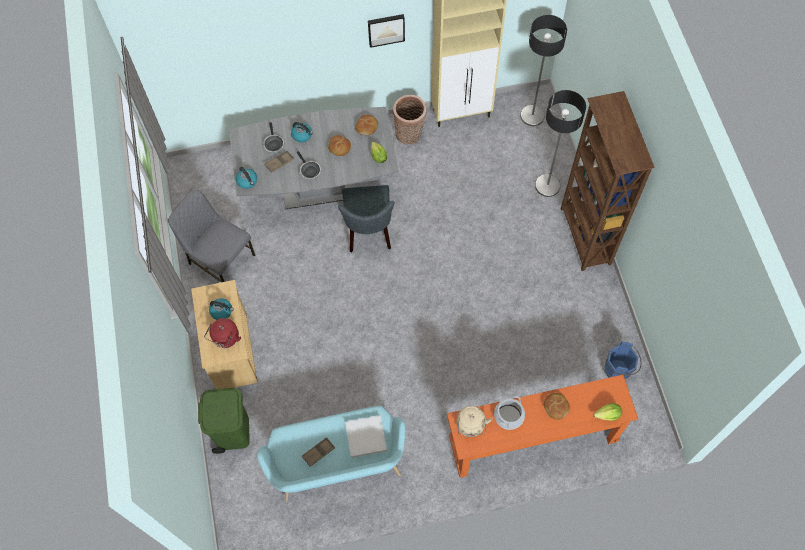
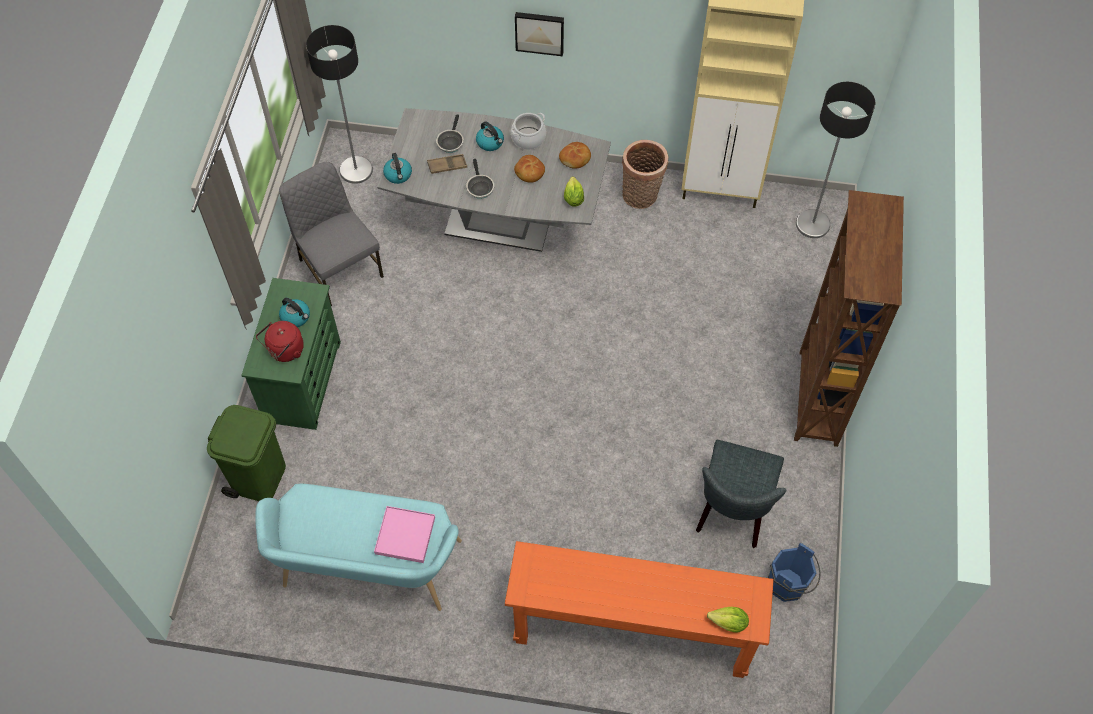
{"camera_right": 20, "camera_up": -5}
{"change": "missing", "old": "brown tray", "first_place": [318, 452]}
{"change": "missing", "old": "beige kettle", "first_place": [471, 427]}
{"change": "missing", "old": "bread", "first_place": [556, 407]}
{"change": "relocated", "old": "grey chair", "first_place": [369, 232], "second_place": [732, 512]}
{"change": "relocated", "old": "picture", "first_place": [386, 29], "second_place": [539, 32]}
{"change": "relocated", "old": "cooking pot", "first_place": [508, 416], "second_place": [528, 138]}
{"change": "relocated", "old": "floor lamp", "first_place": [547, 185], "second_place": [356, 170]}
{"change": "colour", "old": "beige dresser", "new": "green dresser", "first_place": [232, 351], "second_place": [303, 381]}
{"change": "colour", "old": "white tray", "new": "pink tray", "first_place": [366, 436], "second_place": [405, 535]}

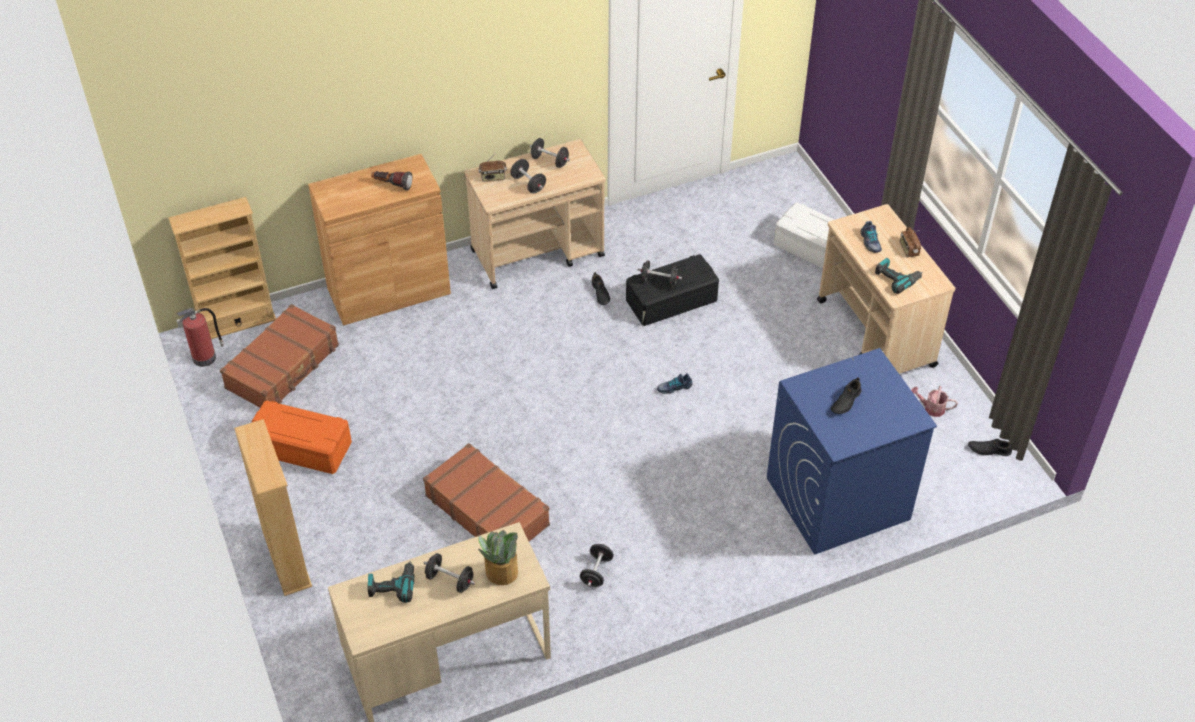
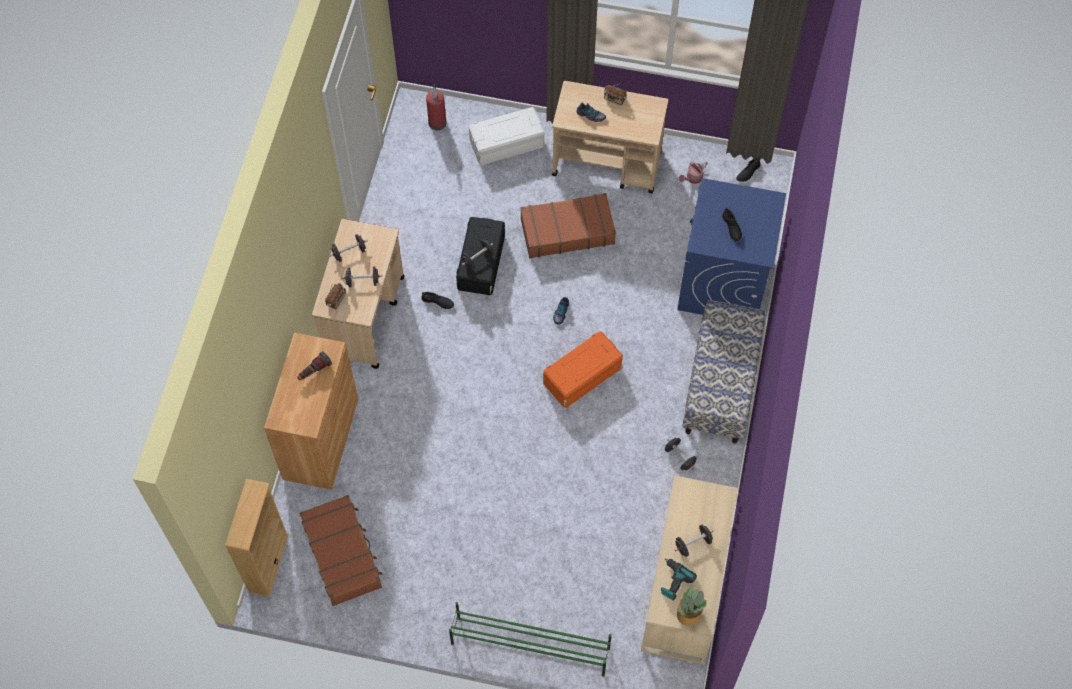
{"camera_right": -55, "camera_up": 15}
{"change": "missing", "old": "power drill", "first_place": [897, 278]}
{"change": "appeared", "new": "bench", "second_place": [721, 386]}
{"change": "relocated", "old": "fire extinguisher", "first_place": [205, 357], "second_place": [437, 121]}
{"change": "relocated", "old": "orange storage box", "first_place": [301, 449], "second_place": [582, 376]}
{"change": "relocated", "old": "brown suitcase", "first_place": [487, 510], "second_place": [567, 231]}
{"change": "relocated", "old": "potted plant", "first_place": [501, 572], "second_place": [688, 614]}
{"change": "exchanged", "old": "beige bookcase", "new": "green shoe rack", "first_place": [286, 559], "second_place": [529, 645]}

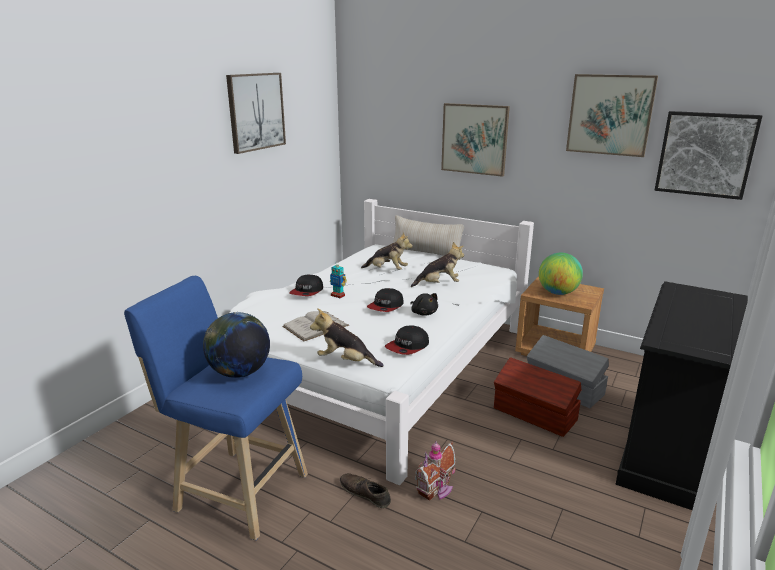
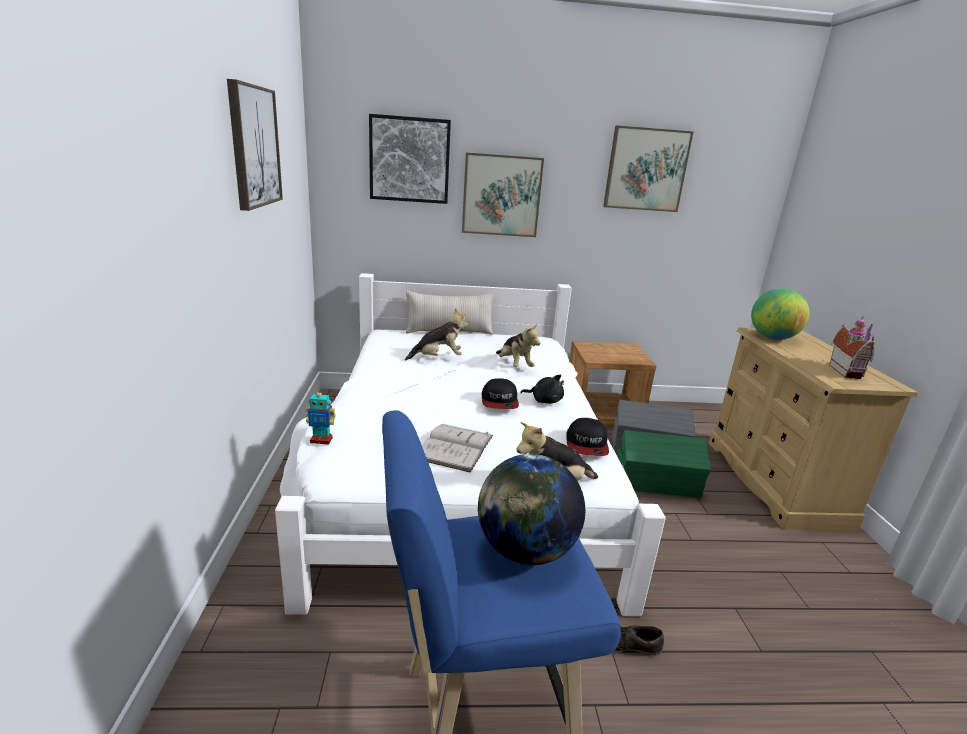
{"camera_right": -35, "camera_up": 0}
{"change": "missing", "old": "cap", "first_place": [307, 291]}
{"change": "relocated", "old": "toy robot", "first_place": [338, 295], "second_place": [321, 440]}
{"change": "relocated", "old": "toy house", "first_place": [437, 489], "second_place": [847, 372]}
{"change": "relocated", "old": "globe", "first_place": [558, 293], "second_place": [772, 338]}
{"change": "relocated", "old": "picture", "first_place": [705, 154], "second_place": [409, 160]}
{"change": "colour", "old": "brown storage box", "new": "green storage box", "first_place": [535, 415], "second_place": [657, 483]}
{"change": "colour", "old": "black dresser", "new": "beige dresser", "first_place": [668, 449], "second_place": [774, 481]}
{"change": "spun", "old": "plush toy", "first_place": [439, 284], "second_place": [514, 365], "degrees": 105}

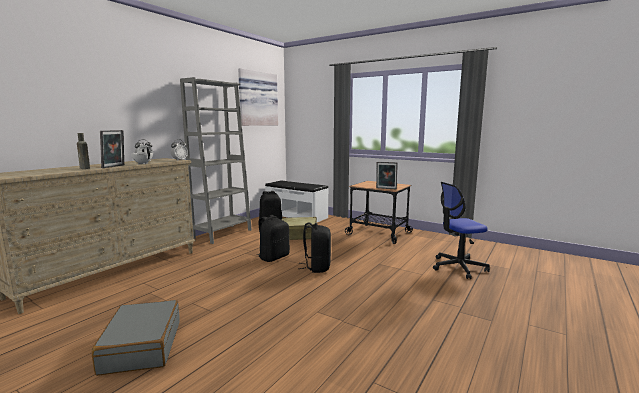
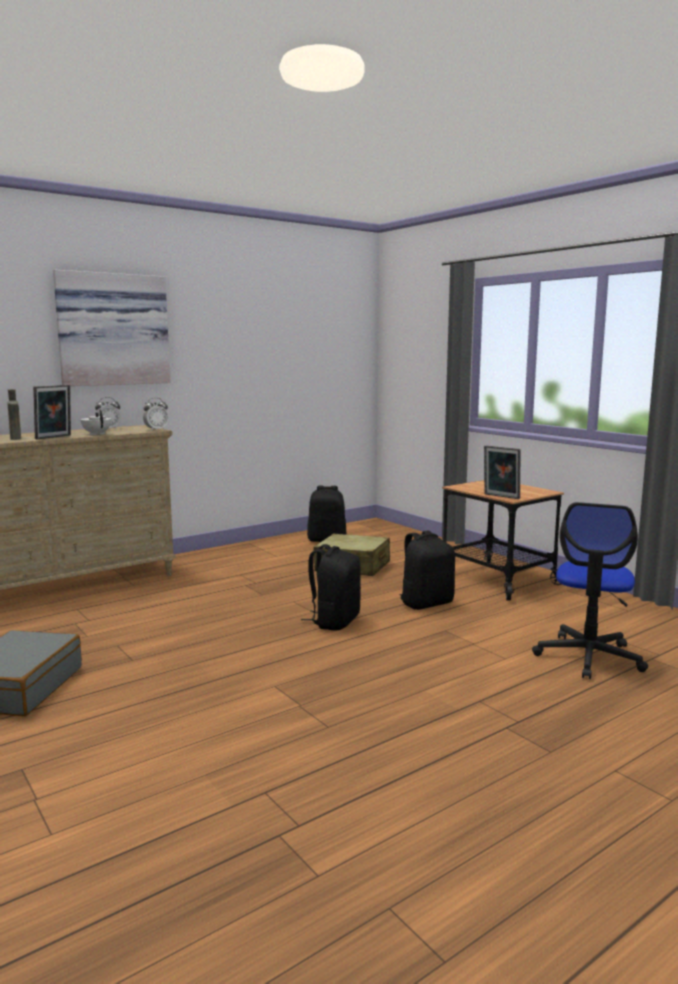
{"camera_right": 20, "camera_up": 0}
{"change": "missing", "old": "grey bookcase", "first_place": [222, 234]}
{"change": "missing", "old": "white bench", "first_place": [297, 216]}
{"change": "relocated", "old": "picture", "first_place": [257, 99], "second_place": [112, 329]}
{"change": "relocated", "old": "black backpack", "first_place": [273, 257], "second_place": [426, 603]}
{"change": "spun", "old": "office chair", "first_place": [458, 267], "second_place": [588, 657], "degrees": -75}

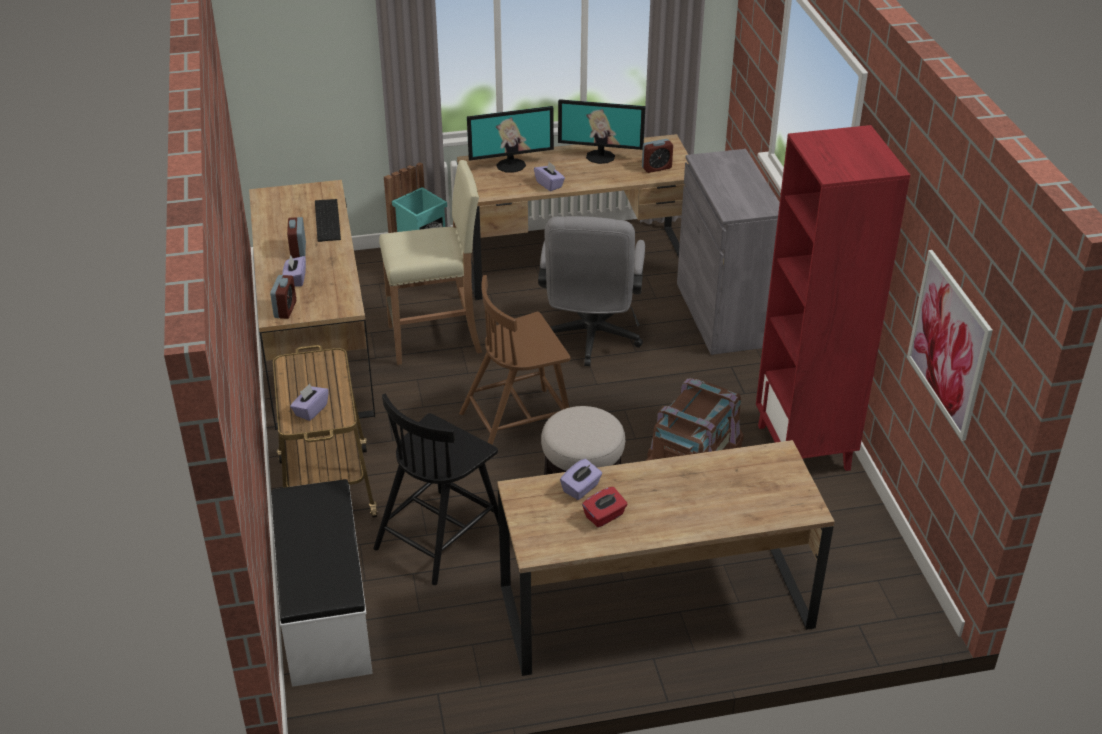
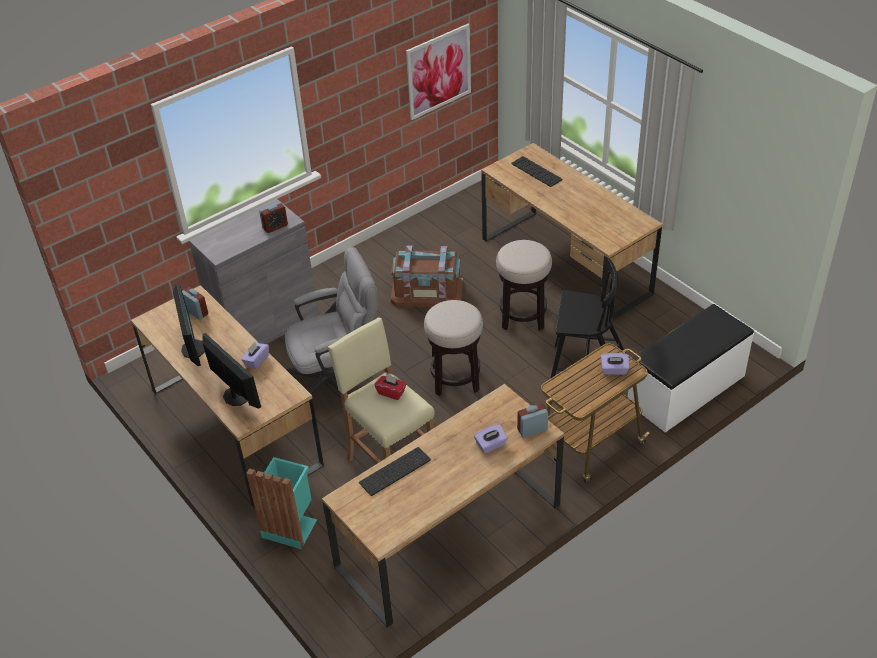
{"camera_right": -115, "camera_up": 5}
{"change": "missing", "old": "purple tissue box", "first_place": [581, 488]}
{"change": "missing", "old": "red bookcase", "first_place": [804, 448]}
{"change": "appeared", "new": "keyboard", "second_place": [537, 171]}
{"change": "relocated", "old": "alarm clock", "first_place": [298, 250], "second_place": [275, 226]}
{"change": "relocated", "old": "red tissue box", "first_place": [604, 516], "second_place": [391, 392]}
{"change": "exchanged", "old": "brown chair", "new": "stool", "first_place": [518, 422], "second_place": [455, 379]}

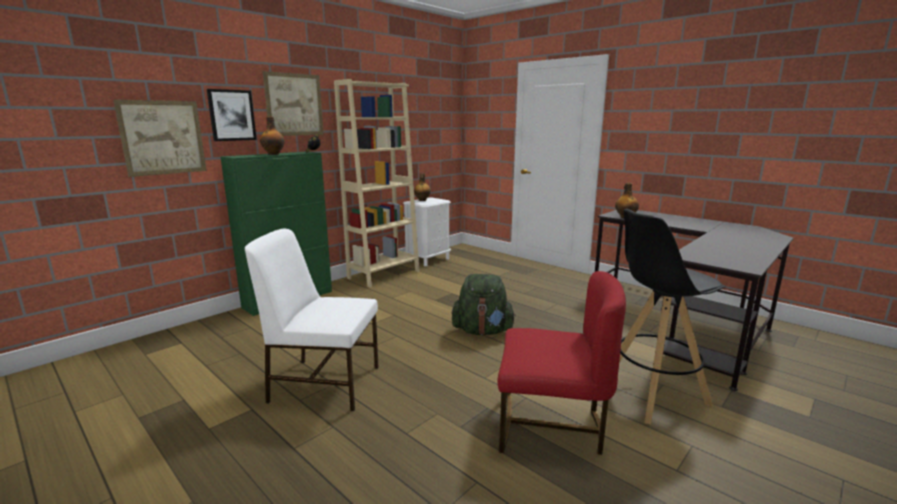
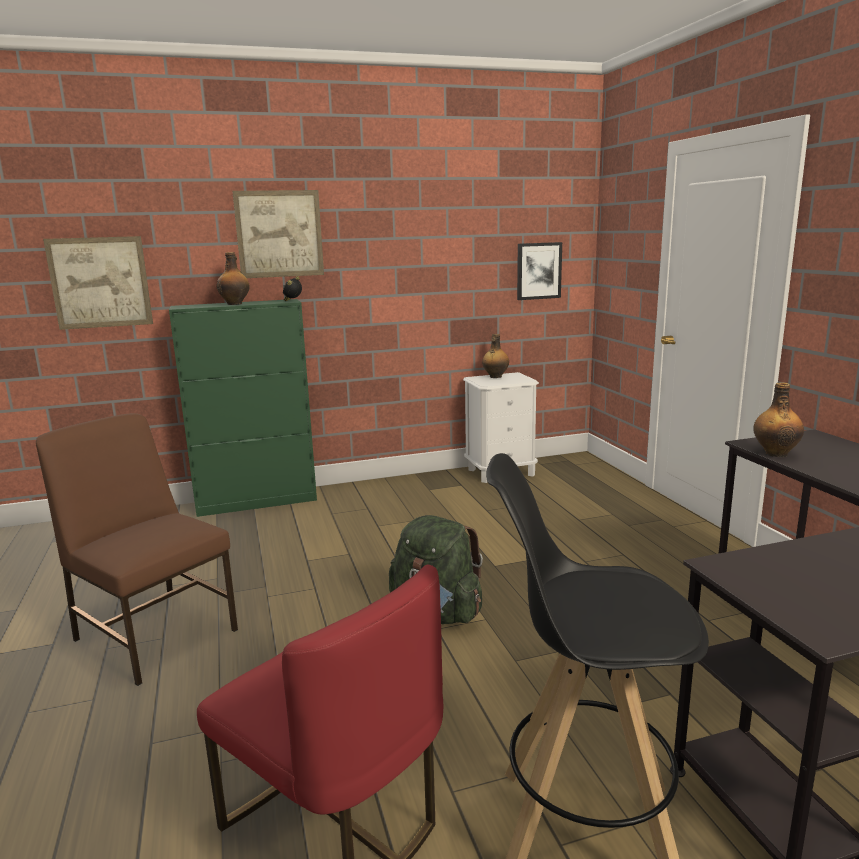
{"camera_right": 30, "camera_up": 0}
{"change": "missing", "old": "beige bookcase", "first_place": [384, 275]}
{"change": "relocated", "old": "picture", "first_place": [231, 115], "second_place": [538, 271]}
{"change": "colour", "old": "white chair", "new": "brown chair", "first_place": [324, 383], "second_place": [155, 633]}

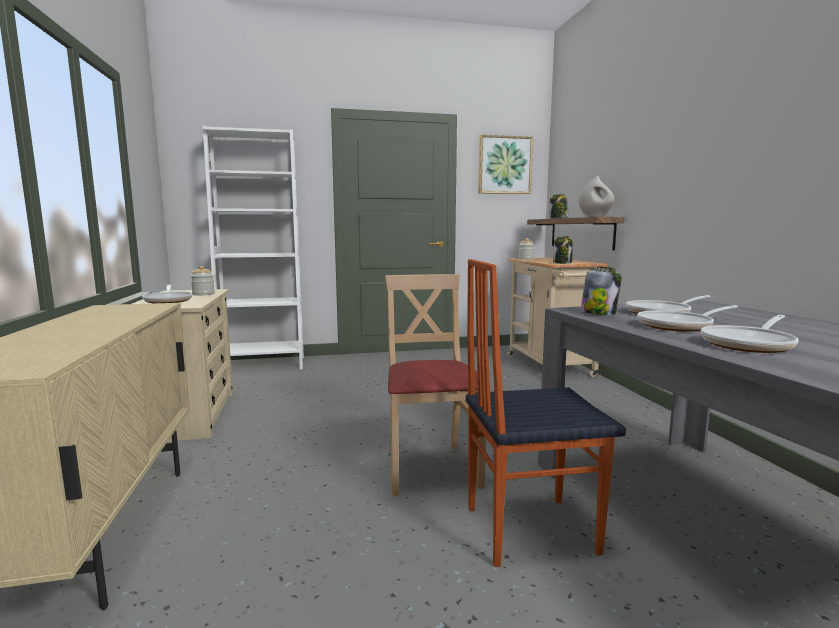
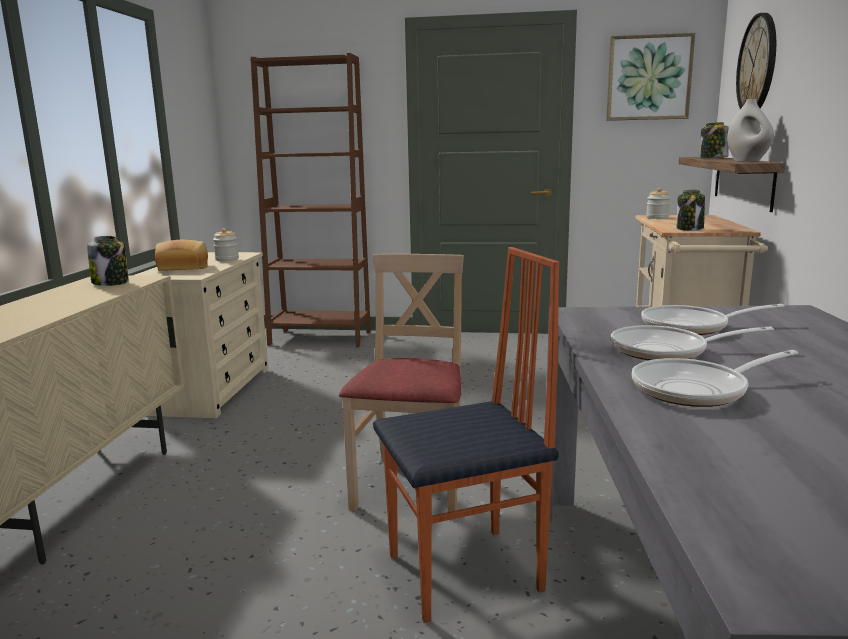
{"camera_right": 20, "camera_up": 5}
{"change": "appeared", "new": "wall clock", "second_place": [757, 64]}
{"change": "relocated", "old": "jar", "first_place": [599, 313], "second_place": [111, 283]}
{"change": "exchanged", "old": "frying pan", "new": "bread", "first_place": [169, 300], "second_place": [183, 267]}
{"change": "colour", "old": "white bookcase", "new": "brown bookcase", "first_place": [263, 365], "second_place": [320, 338]}
{"change": "spun", "old": "chair", "first_place": [528, 529], "second_place": [466, 573], "degrees": 150}

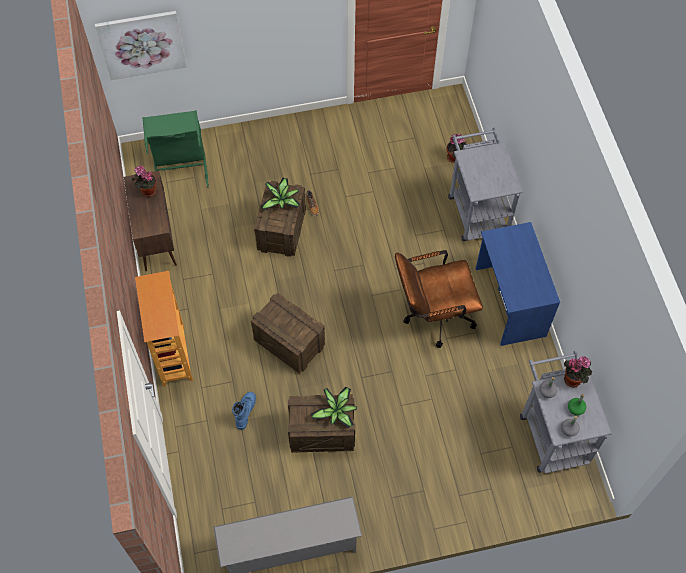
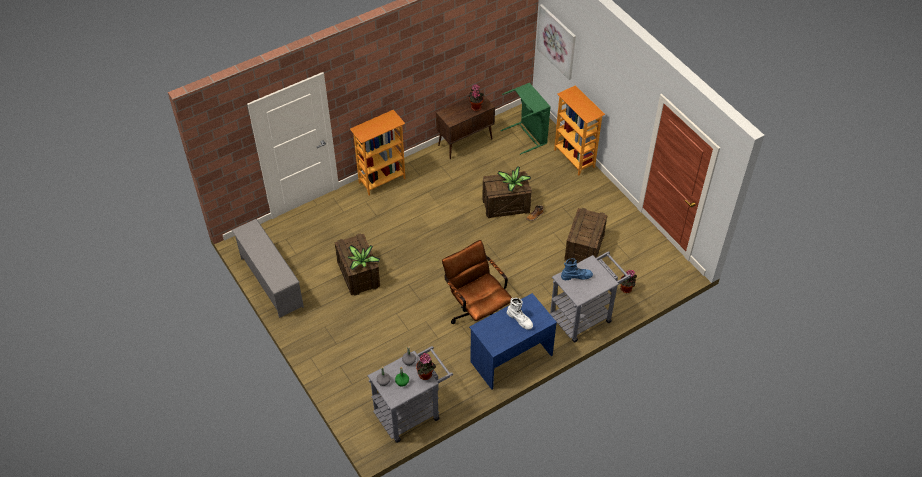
{"camera_right": 70, "camera_up": -10}
{"change": "appeared", "new": "white boot", "second_place": [520, 319]}
{"change": "appeared", "new": "bookcase", "second_place": [574, 158]}
{"change": "relocated", "old": "blue boot", "first_place": [245, 411], "second_place": [576, 276]}
{"change": "relocated", "old": "crate", "first_place": [289, 342], "second_place": [584, 247]}

